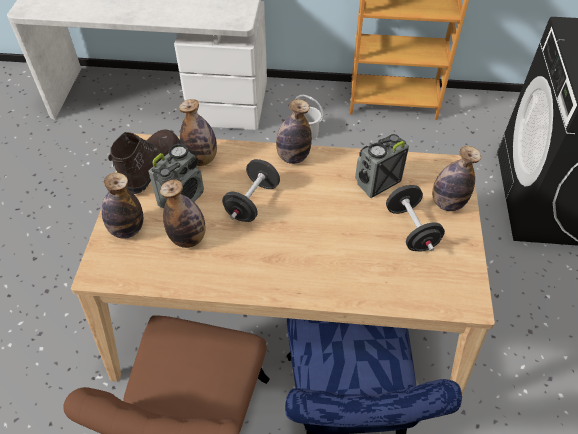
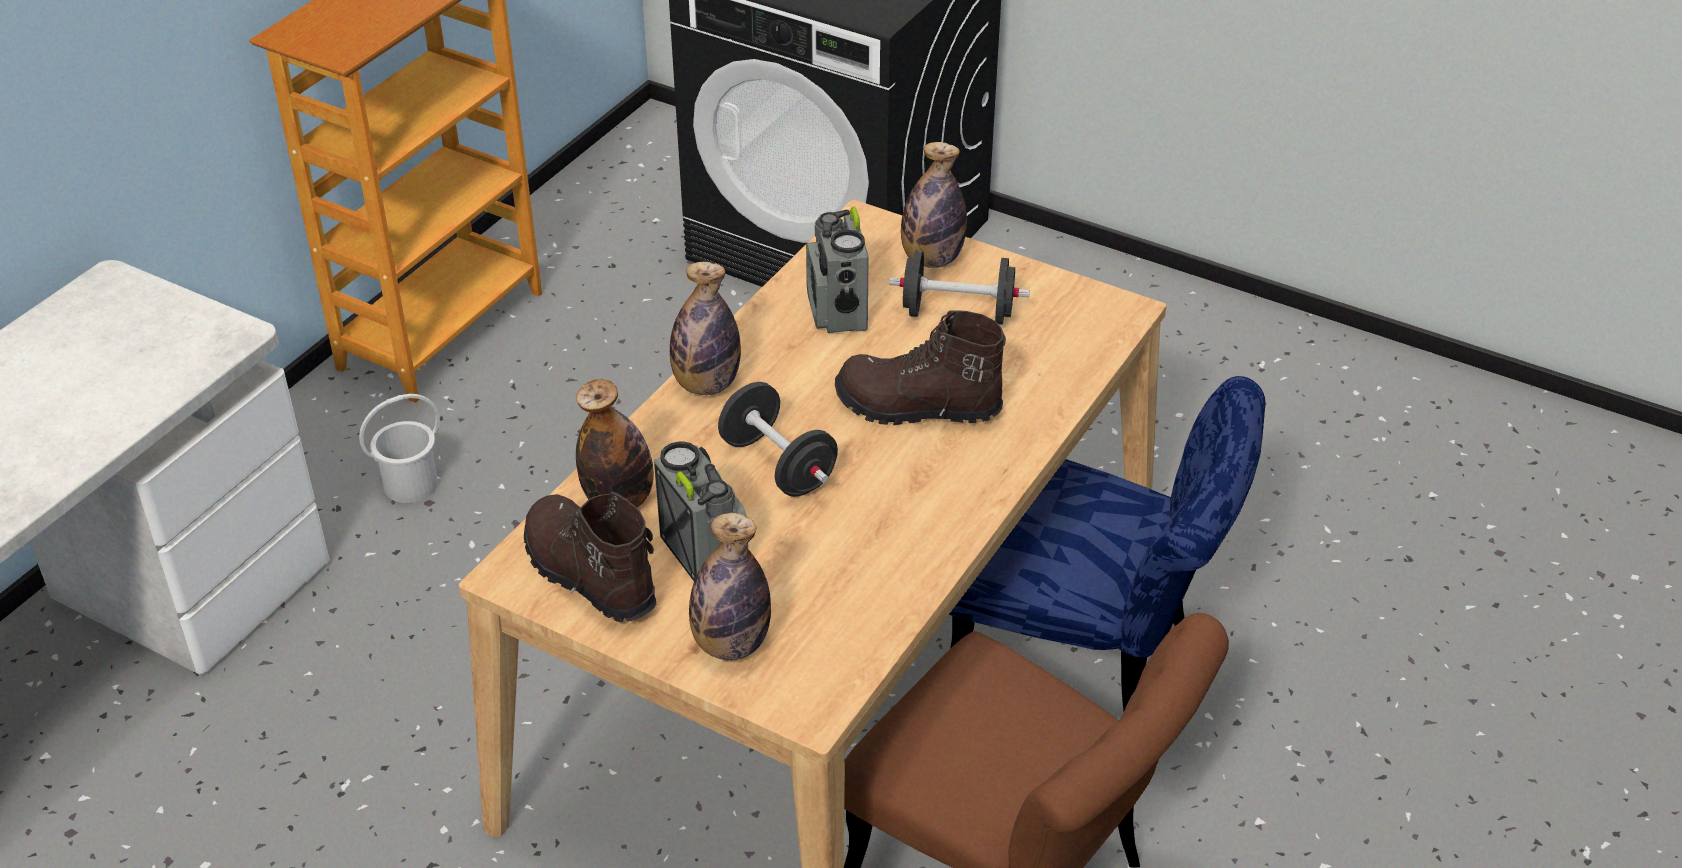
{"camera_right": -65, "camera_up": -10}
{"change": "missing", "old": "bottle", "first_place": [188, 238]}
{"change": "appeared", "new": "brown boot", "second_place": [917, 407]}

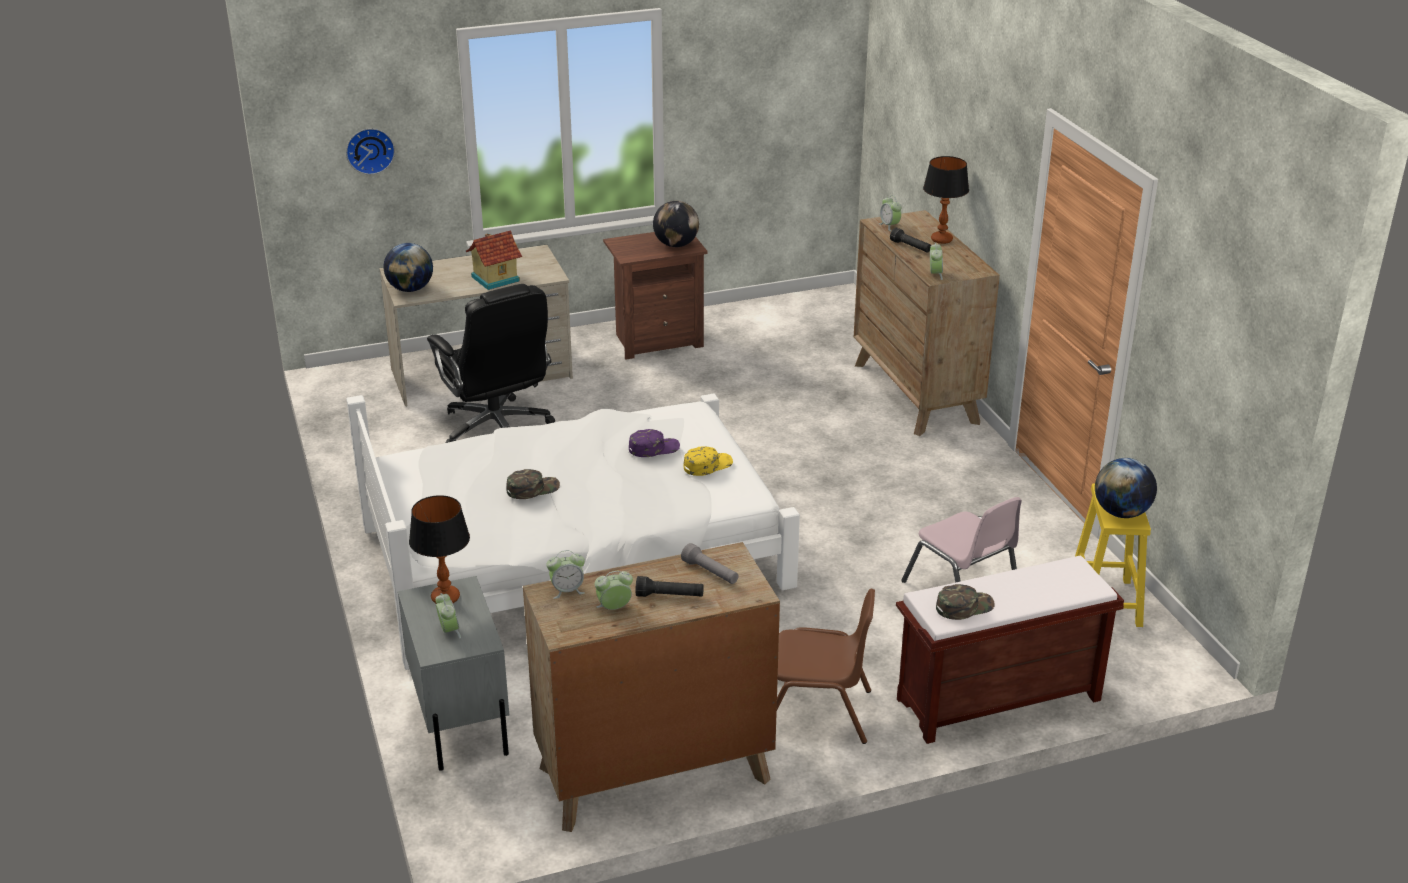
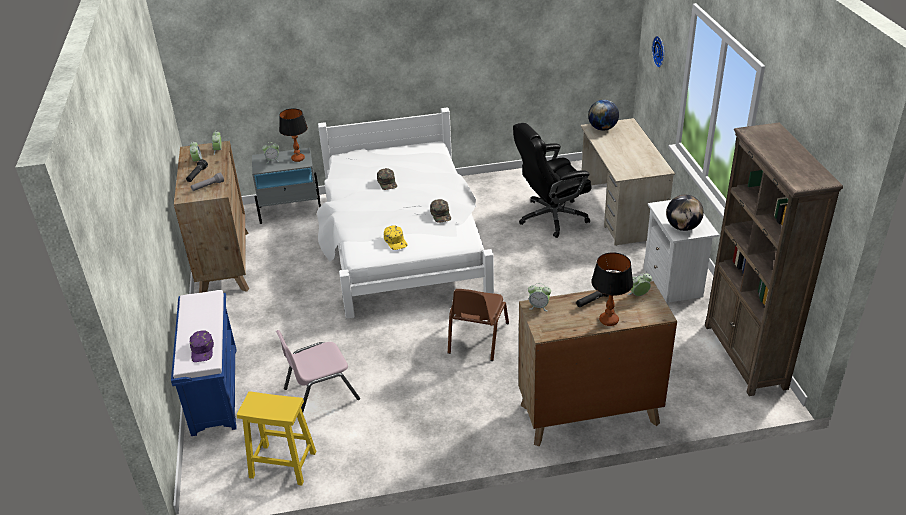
{"camera_right": 100, "camera_up": 5}
{"change": "missing", "old": "toy house", "first_place": [494, 278]}
{"change": "missing", "old": "globe", "first_place": [1121, 513]}
{"change": "appeared", "new": "brown bookcase", "second_place": [745, 356]}
{"change": "relocated", "old": "purple cap", "first_place": [654, 448], "second_place": [202, 350]}
{"change": "relocated", "old": "brown chair", "first_place": [817, 712], "second_place": [477, 338]}
{"change": "relocated", "old": "green cap", "first_place": [964, 606], "second_place": [441, 214]}
{"change": "colour", "old": "brown nightstand", "new": "white nightstand", "first_place": [657, 340], "second_place": [674, 284]}
{"change": "colour", "old": "brown bench", "new": "blue bench", "first_place": [997, 701], "second_place": [214, 389]}

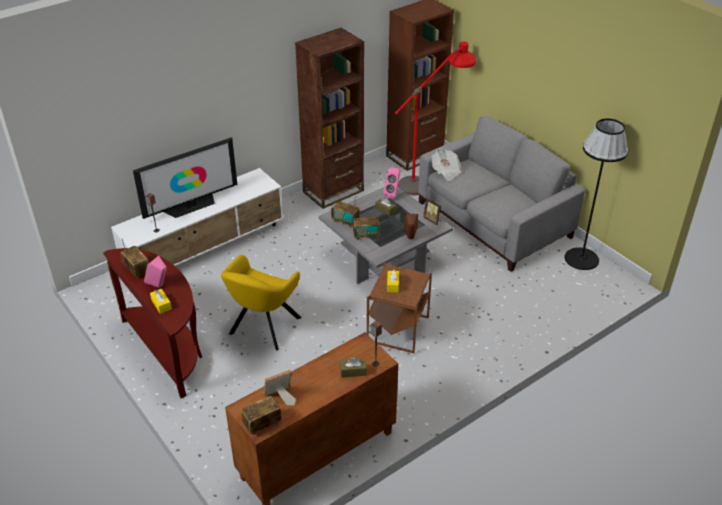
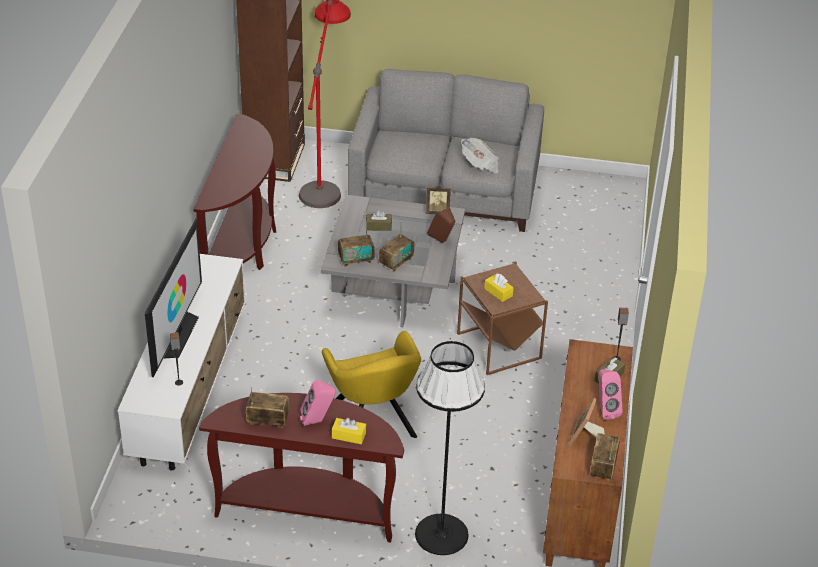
{"camera_right": -45, "camera_up": 0}
{"change": "relocated", "old": "pink speaker", "first_place": [393, 194], "second_place": [605, 410]}
{"change": "relocated", "old": "newspaper", "first_place": [446, 171], "second_place": [480, 165]}
{"change": "relocated", "old": "black floor lamp", "first_place": [582, 258], "second_place": [442, 534]}
{"change": "exchanged", "old": "brown bookcase", "new": "brown console table", "first_place": [333, 191], "second_place": [243, 246]}

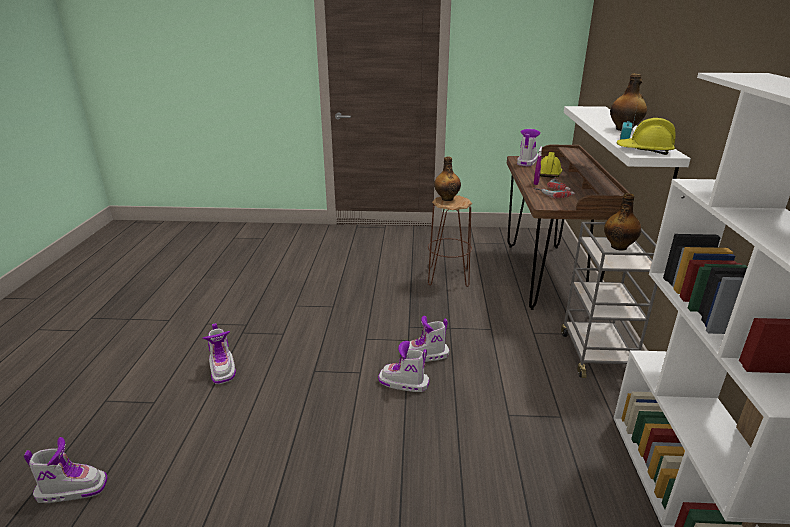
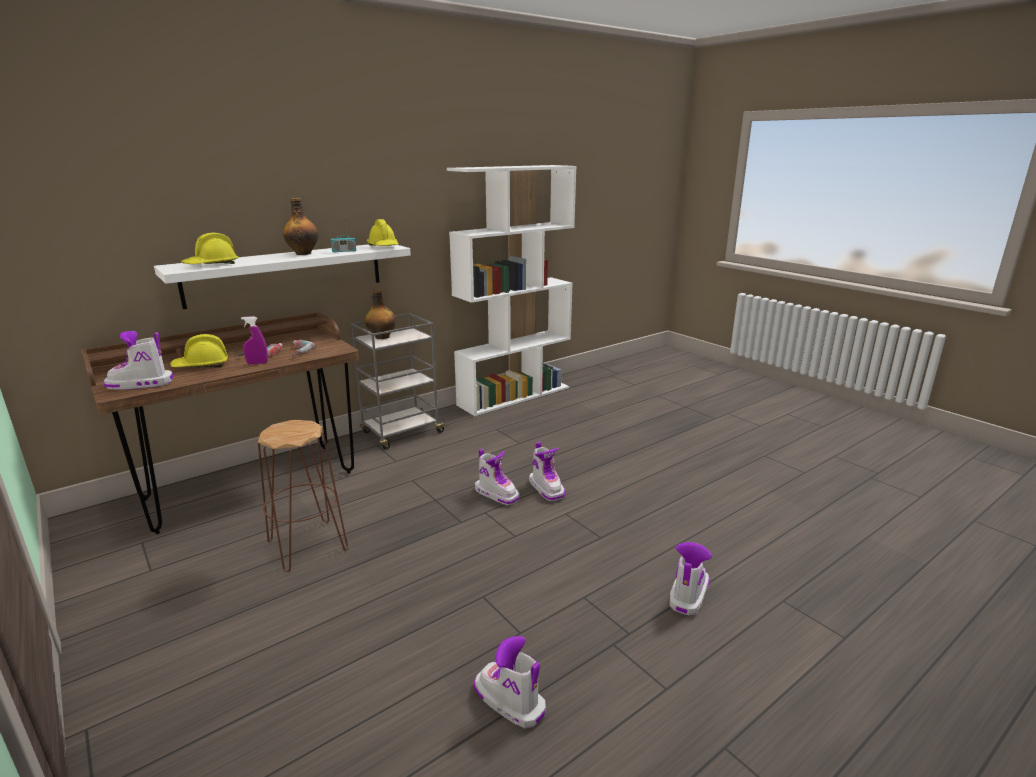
{"camera_right": -130, "camera_up": -5}
{"change": "missing", "old": "bottle", "first_place": [447, 198]}
{"change": "appeared", "new": "yellow hard hat", "second_place": [211, 265]}
{"change": "relocated", "old": "boot", "first_place": [72, 489], "second_place": [509, 701]}

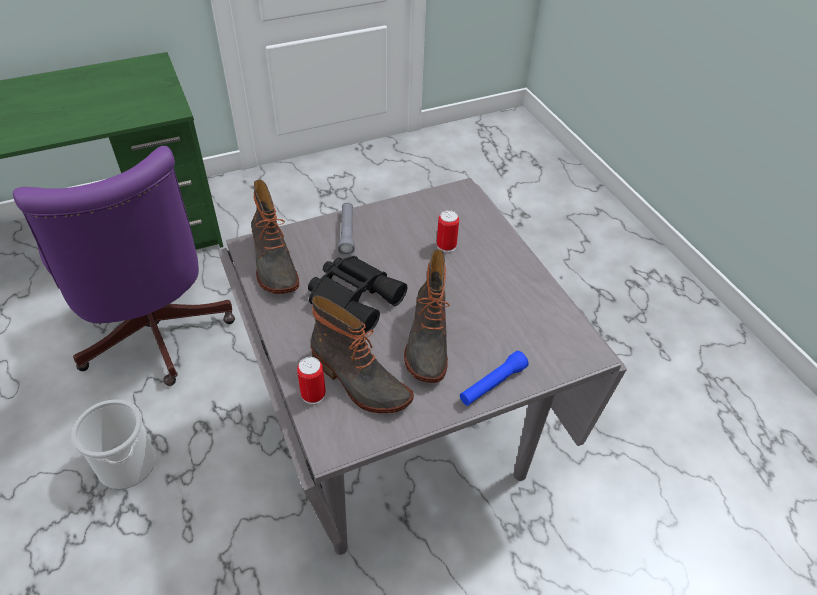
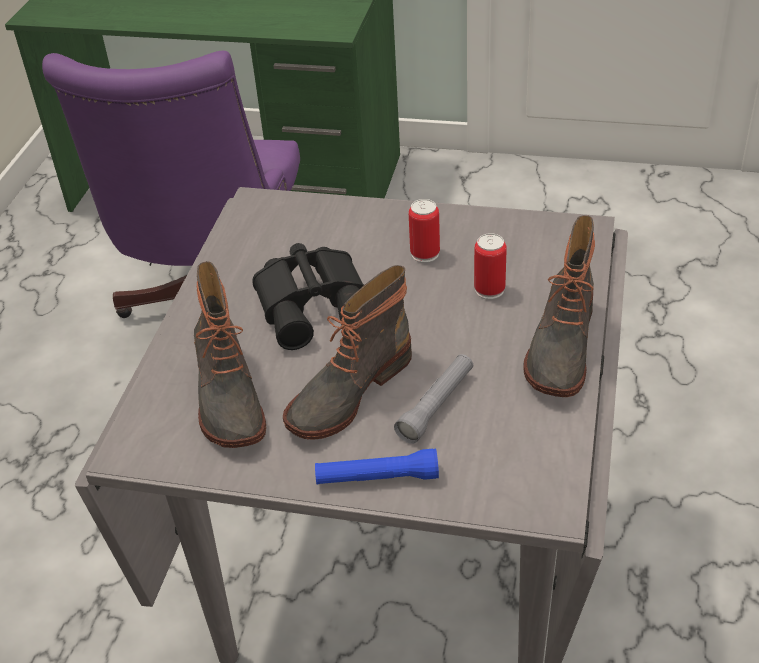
{"camera_right": 40, "camera_up": -5}
{"change": "missing", "old": "bucket", "first_place": [126, 464]}
{"change": "relocated", "old": "boot", "first_place": [273, 264], "second_place": [559, 348]}
{"change": "relocated", "old": "can", "first_place": [313, 394], "second_place": [425, 254]}
{"change": "relocated", "old": "grey flashlight", "first_place": [347, 233], "second_place": [436, 406]}

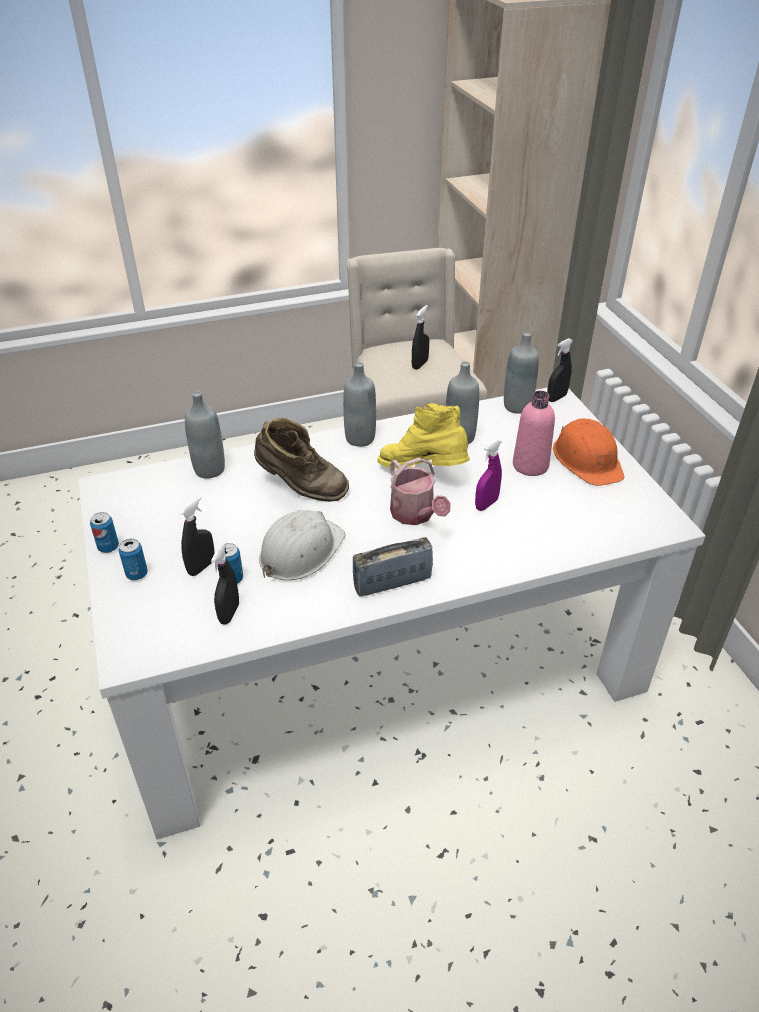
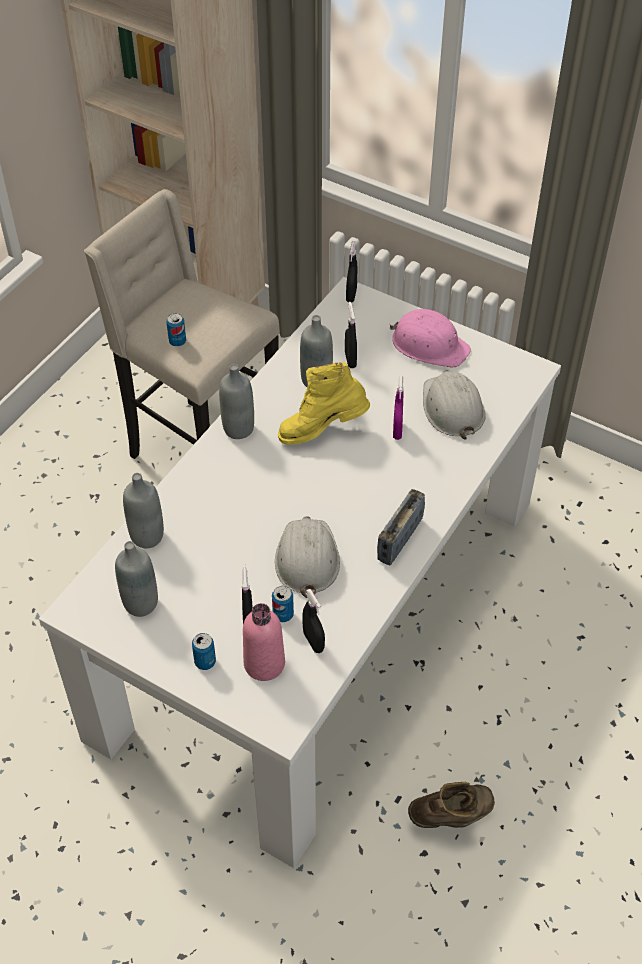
{"camera_right": -40, "camera_up": 10}
{"change": "missing", "old": "watering can", "first_place": [415, 515]}
{"change": "appeared", "new": "white hard hat", "second_place": [452, 408]}
{"change": "relocated", "old": "can", "first_place": [108, 547], "second_place": [177, 341]}
{"change": "relocated", "old": "brown boot", "first_place": [301, 488], "second_place": [452, 818]}
{"change": "relocated", "old": "black spray bottle", "first_place": [420, 364], "second_place": [350, 360]}
{"change": "relocated", "old": "grey bottle", "first_place": [517, 406], "second_place": [140, 603]}
{"change": "relocated", "old": "pink bottle", "first_place": [530, 465], "second_place": [264, 664]}
{"change": "colour", "old": "orange hard hat", "new": "pink hard hat", "first_place": [587, 459], "second_place": [429, 344]}

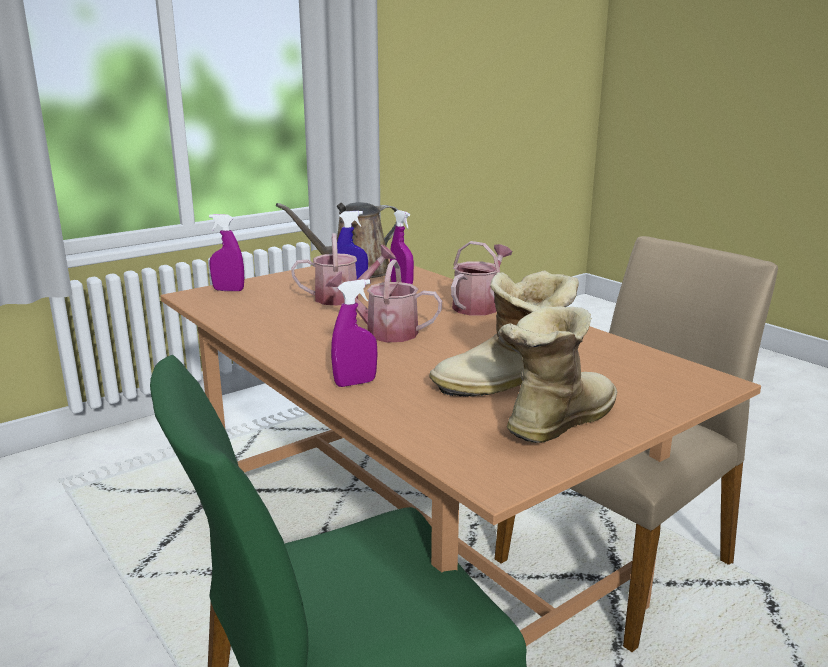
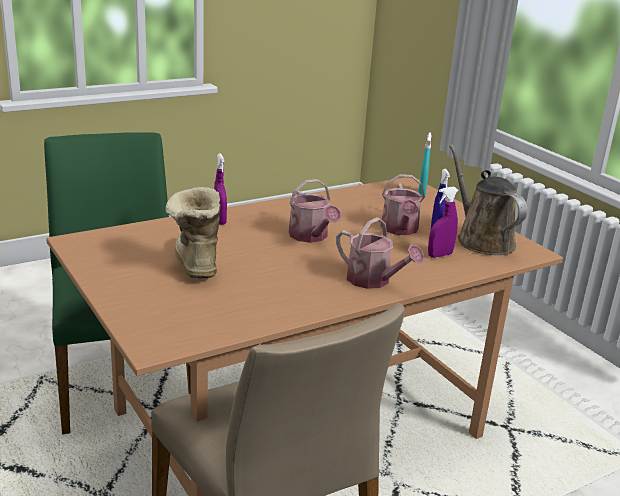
{"camera_right": 95, "camera_up": 5}
{"change": "missing", "old": "boot", "first_place": [554, 421]}
{"change": "colour", "old": "purple spray bottle", "new": "turquoise spray bottle", "first_place": [228, 290], "second_place": [421, 194]}
{"change": "spun", "old": "watering can", "first_place": [384, 332], "second_place": [311, 236], "degrees": 135}

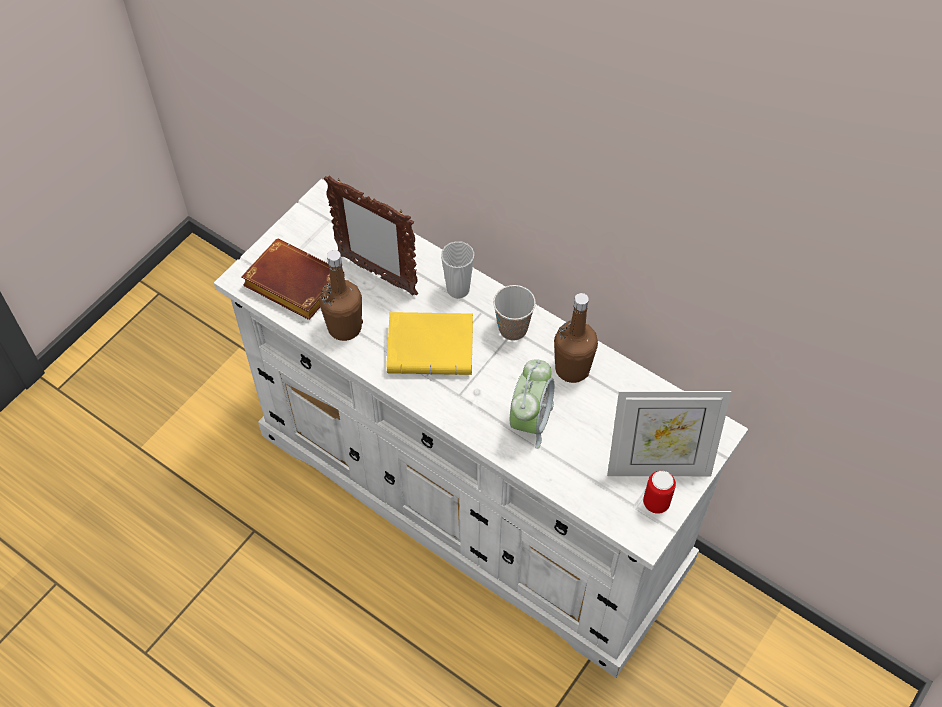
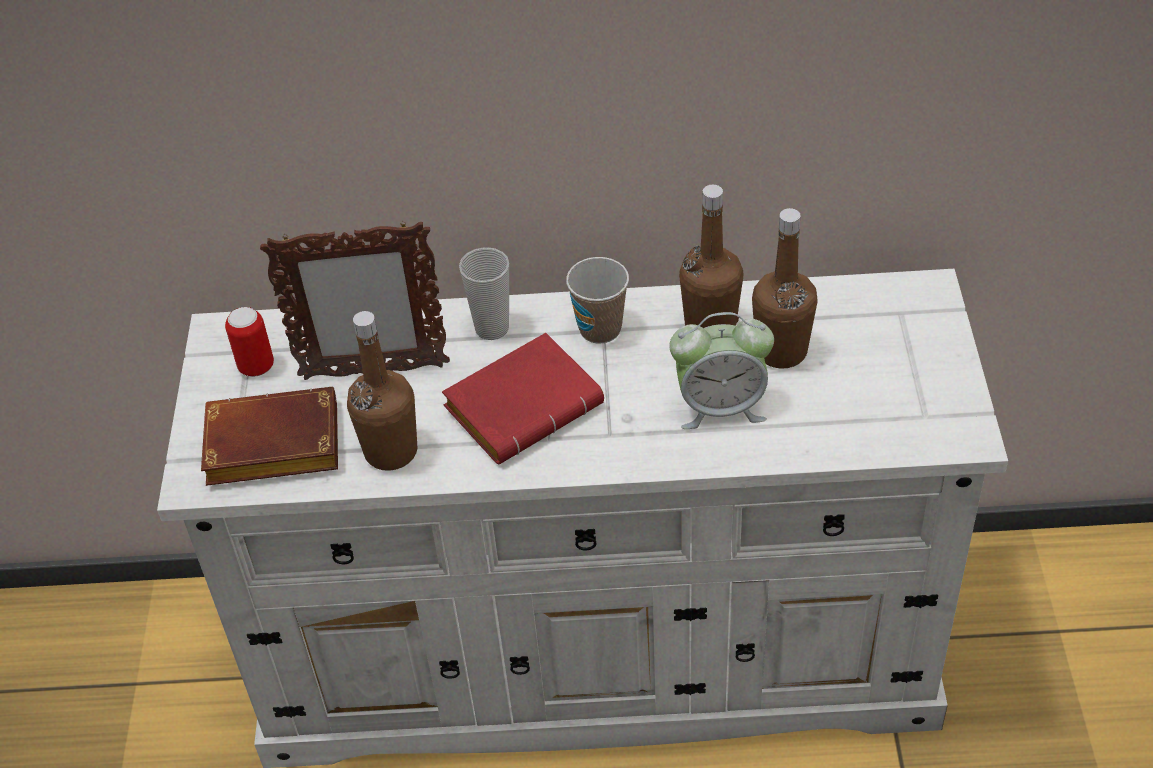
{"camera_right": -35, "camera_up": -10}
{"change": "missing", "old": "picture frame", "first_place": [658, 466]}
{"change": "appeared", "new": "brown bottle", "second_place": [781, 351]}
{"change": "relocated", "old": "can", "first_place": [656, 503], "second_place": [256, 366]}
{"change": "colour", "old": "yellow book", "new": "red book", "first_place": [433, 347], "second_place": [524, 404]}
{"change": "spun", "old": "alarm clock", "first_place": [530, 420], "second_place": [720, 407], "degrees": 105}

